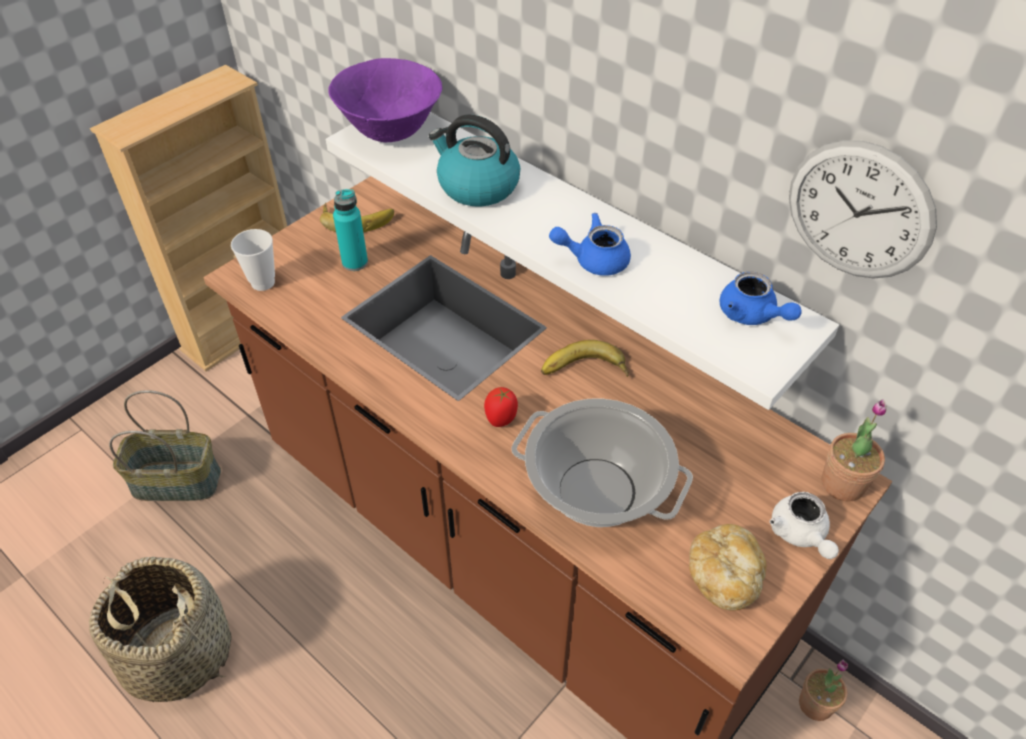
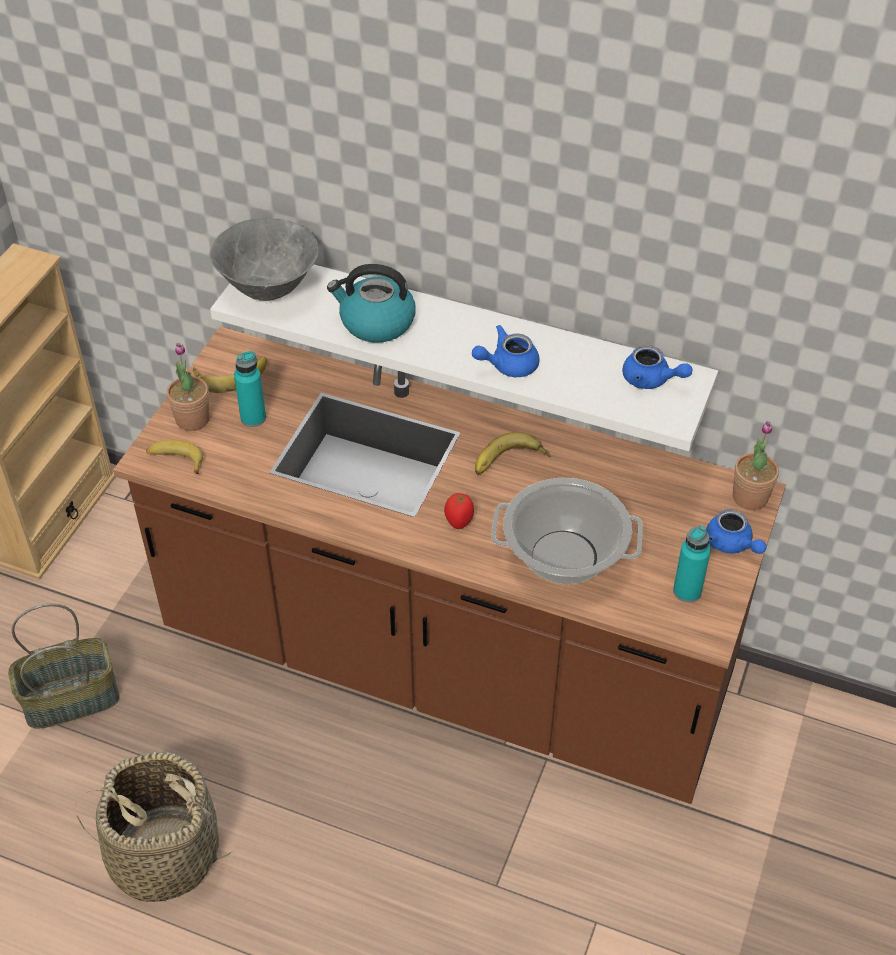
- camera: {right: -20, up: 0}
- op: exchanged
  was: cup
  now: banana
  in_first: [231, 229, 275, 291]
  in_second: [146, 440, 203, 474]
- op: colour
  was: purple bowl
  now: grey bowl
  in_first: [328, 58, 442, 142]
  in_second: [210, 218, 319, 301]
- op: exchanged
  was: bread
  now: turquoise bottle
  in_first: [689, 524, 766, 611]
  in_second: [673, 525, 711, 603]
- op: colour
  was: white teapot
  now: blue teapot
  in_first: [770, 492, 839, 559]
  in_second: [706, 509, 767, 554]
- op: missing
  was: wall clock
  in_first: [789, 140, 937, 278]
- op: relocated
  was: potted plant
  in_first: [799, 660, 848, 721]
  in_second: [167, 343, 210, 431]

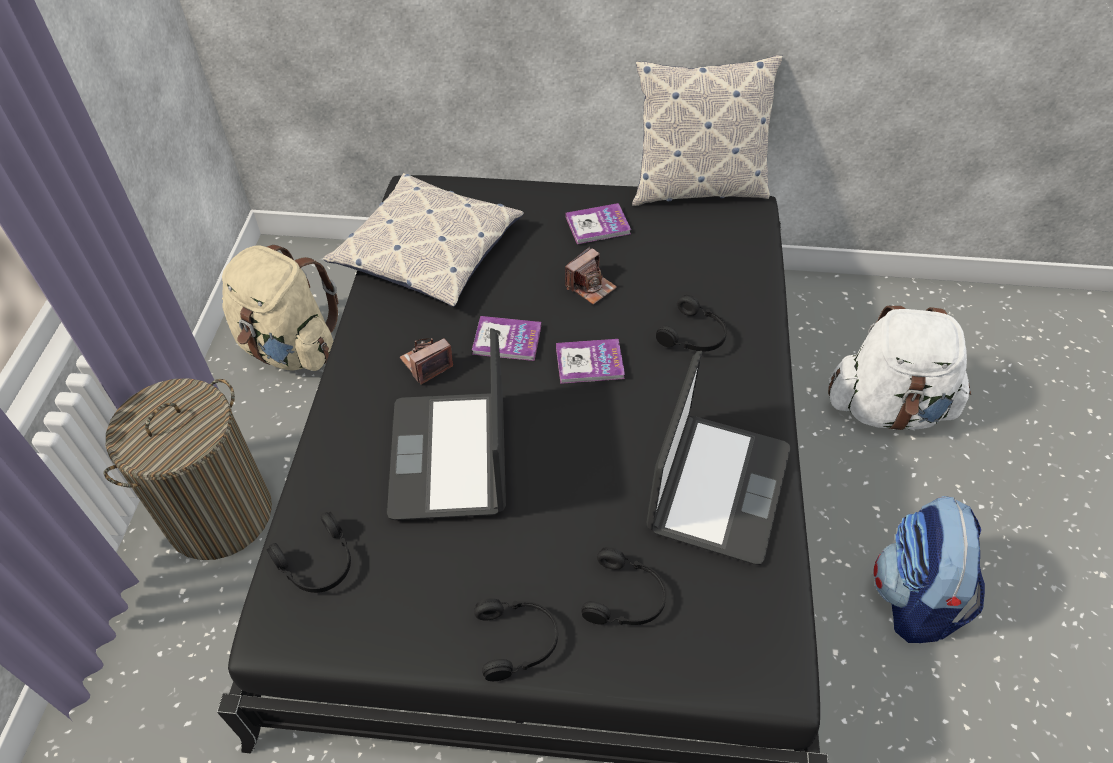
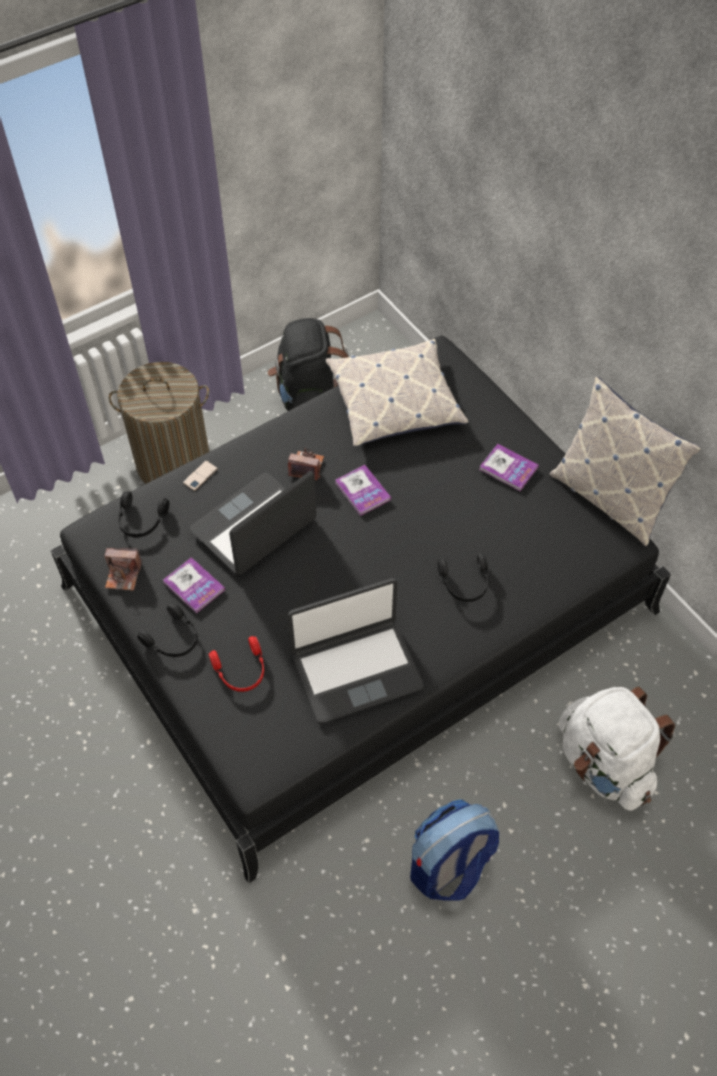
- camera: {right: 50, up: 5}
- op: colour
  was: beige backpack
  now: black backpack
  in_first: [222, 245, 338, 371]
  in_second: [267, 318, 349, 411]
- op: relocated
  was: book
  in_first: [556, 339, 625, 384]
  in_second: [163, 557, 225, 614]
- op: relocated
  was: photo camera
  in_first: [565, 247, 617, 304]
  in_second: [105, 548, 142, 591]
- op: colour
  was: black headphones
  now: red headphones
  in_first: [581, 547, 667, 625]
  in_second: [208, 636, 264, 692]
- op: appeared
  now: phone
  in_second: [183, 460, 218, 491]

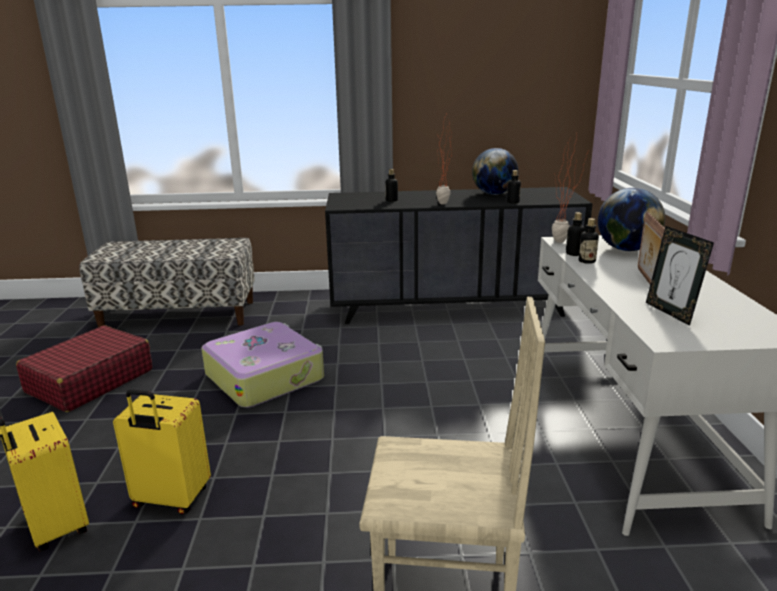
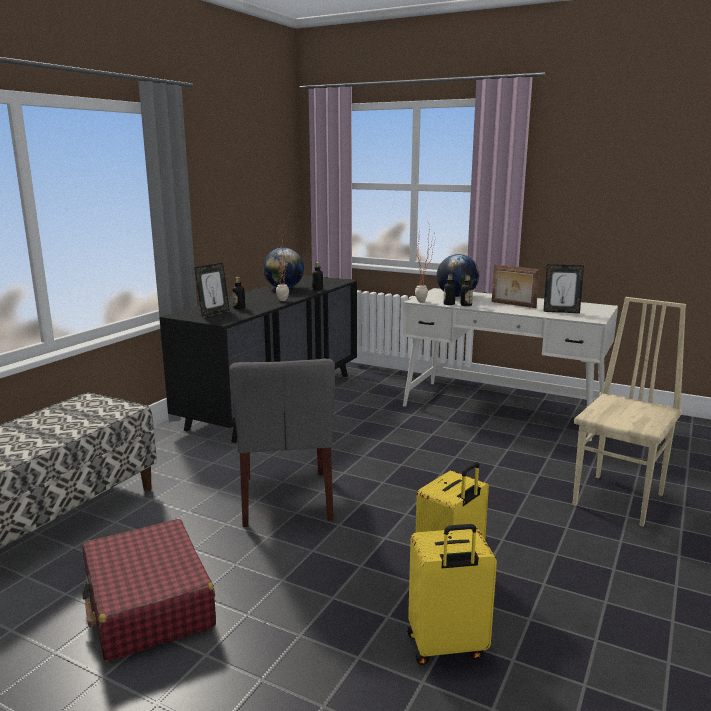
- camera: {right: -60, up: -5}
- op: exchanged
  was: suitcase
  now: grey chair
  in_first: [201, 322, 324, 408]
  in_second: [229, 359, 335, 527]
- op: appeared
  now: picture frame
  in_second: [194, 263, 230, 317]

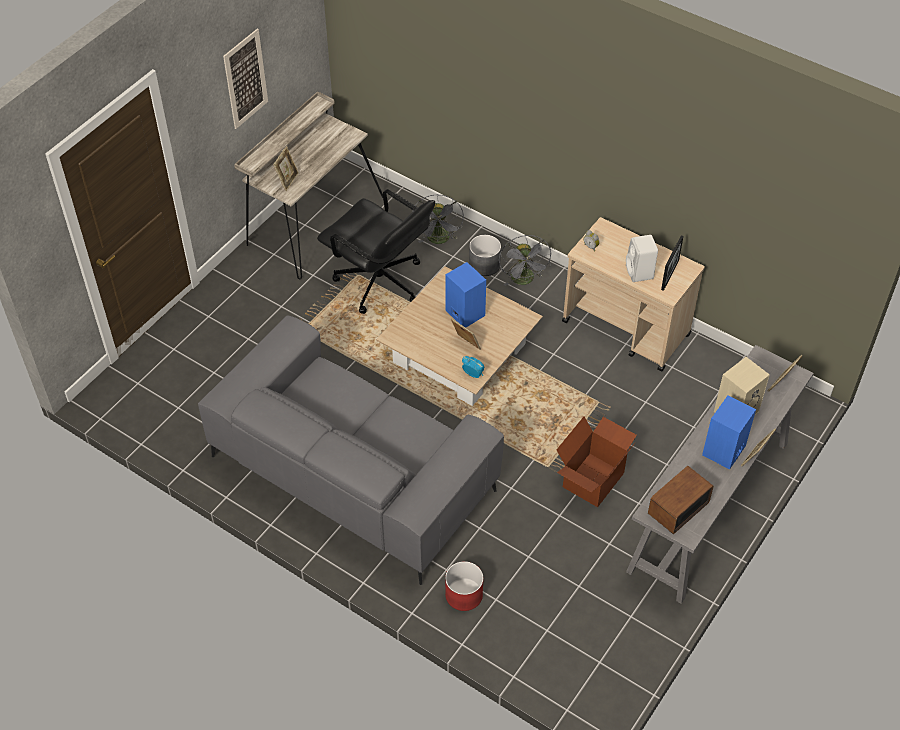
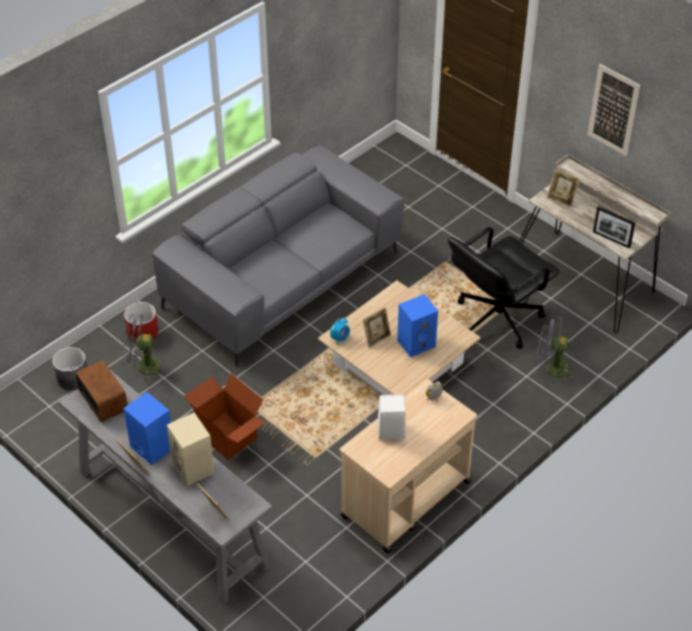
- camera: {right: 100, up: -5}
- op: relocated
  was: grey planter
  in_first: [469, 235, 501, 276]
  in_second: [52, 347, 87, 390]
- op: relocated
  was: grey fan
  in_first: [499, 235, 552, 286]
  in_second: [123, 315, 167, 381]
- op: relocated
  was: picture frame
  in_first: [661, 235, 683, 291]
  in_second: [593, 206, 636, 248]

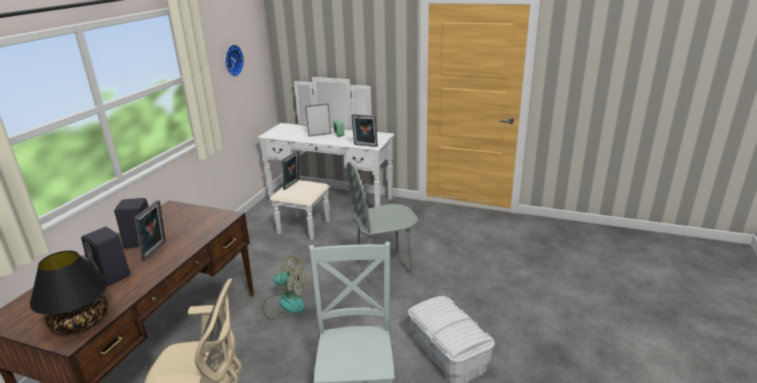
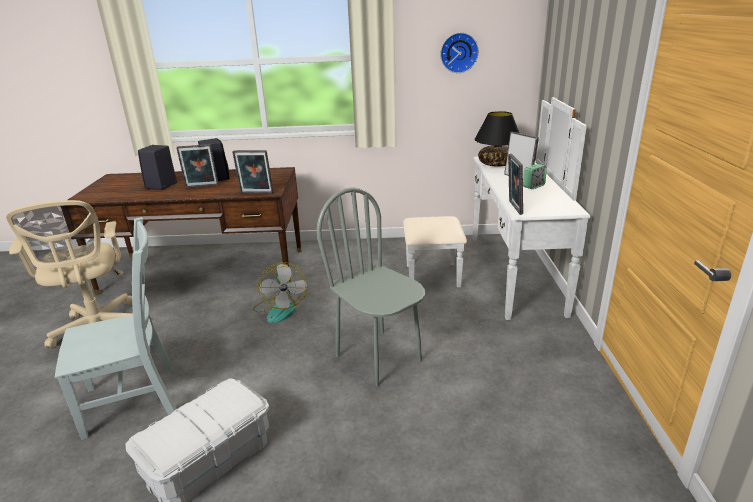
- camera: {right: 70, up: 0}
- op: relocated
  was: black table lamp
  in_first: [30, 251, 108, 334]
  in_second: [475, 111, 519, 167]
- op: relocated
  was: picture frame
  in_first: [282, 151, 299, 190]
  in_second: [232, 150, 274, 194]

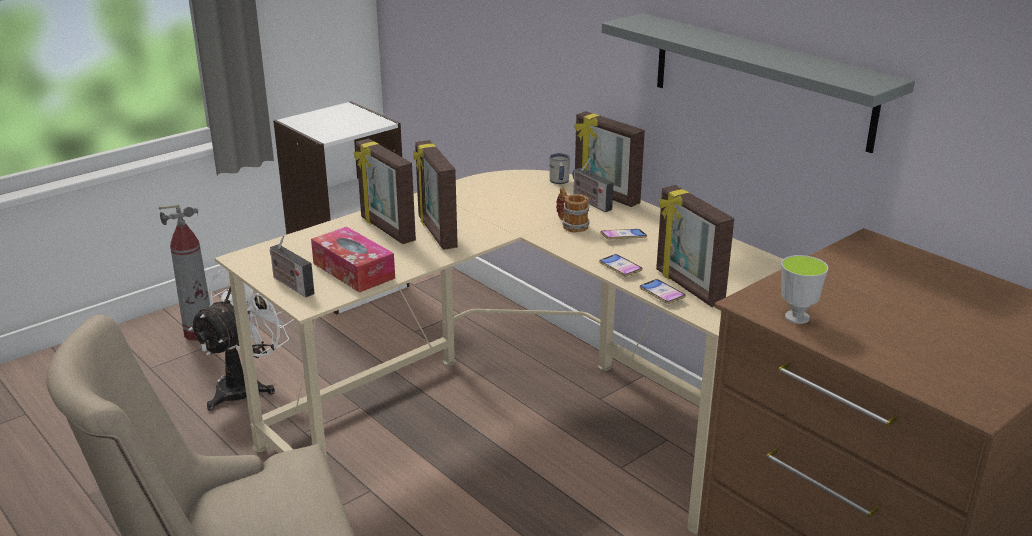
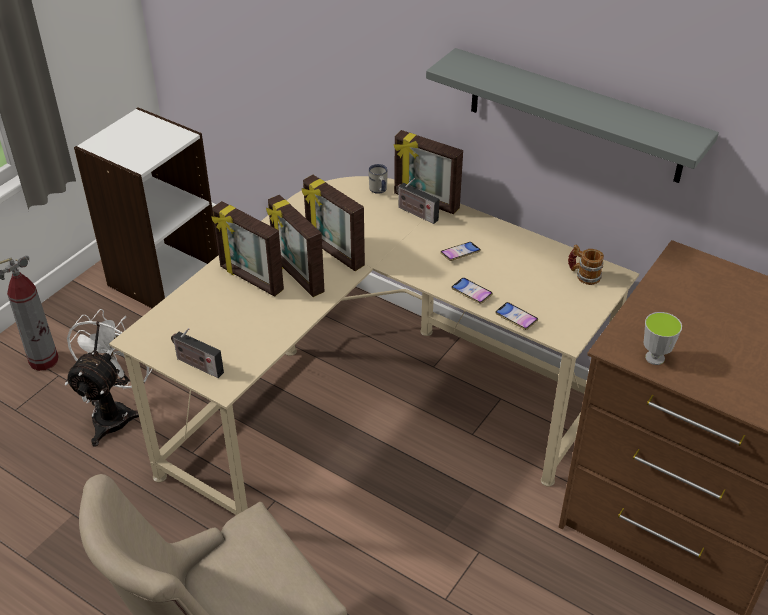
- camera: {right: -15, up: 15}
- op: missing
  was: tissue box
  in_first: [311, 227, 395, 293]
- op: relocated
  was: mug
  in_first: [556, 187, 589, 232]
  in_second: [568, 244, 604, 285]
- op: relocated
  was: picture frame
  in_first: [656, 185, 734, 307]
  in_second: [302, 175, 365, 271]

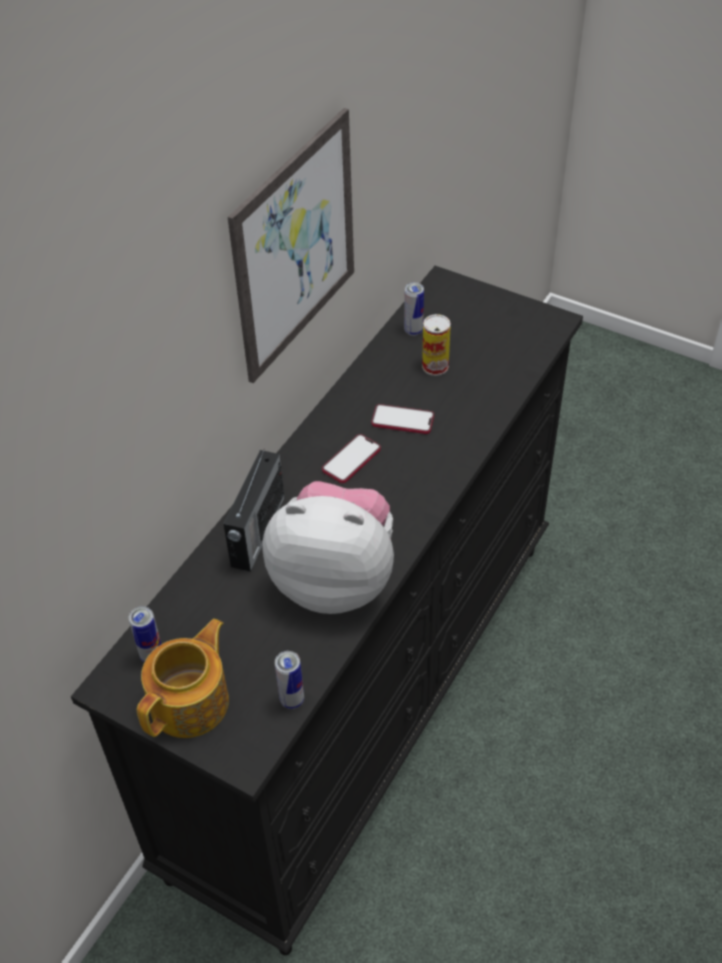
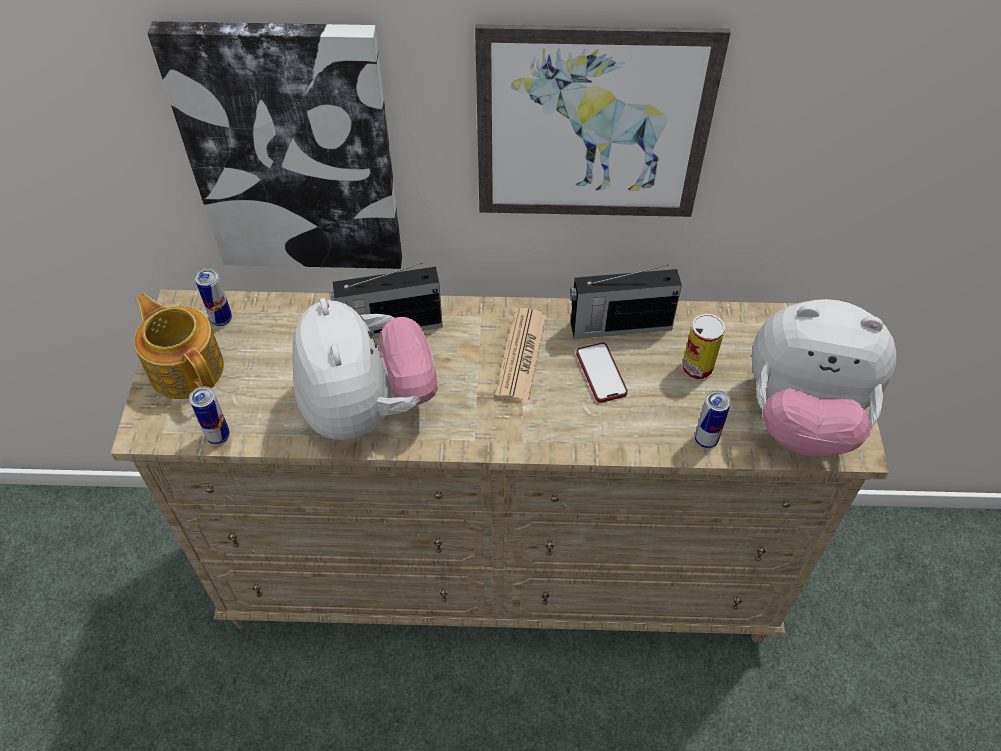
- camera: {right: 60, up: 5}
- op: colour
  was: black dresser
  now: beige dresser
  in_first: [71, 266, 583, 955]
  in_second: [111, 290, 889, 643]
- op: spun
  was: teapot
  in_first: [137, 619, 229, 738]
  in_second: [134, 293, 224, 399]
  clockwise: -135
- op: exchanged
  was: phone
  now: newspaper
  in_first: [322, 434, 381, 483]
  in_second: [495, 308, 547, 403]
- op: relocated
  was: can
  in_first: [404, 282, 424, 336]
  in_second: [695, 390, 731, 448]
- op: appeared
  now: picture
  in_second: [147, 21, 402, 269]
- op: appeared
  now: radio
  in_second: [570, 265, 682, 339]
- op: appeared
  now: plush toy
  in_second: [752, 299, 896, 456]

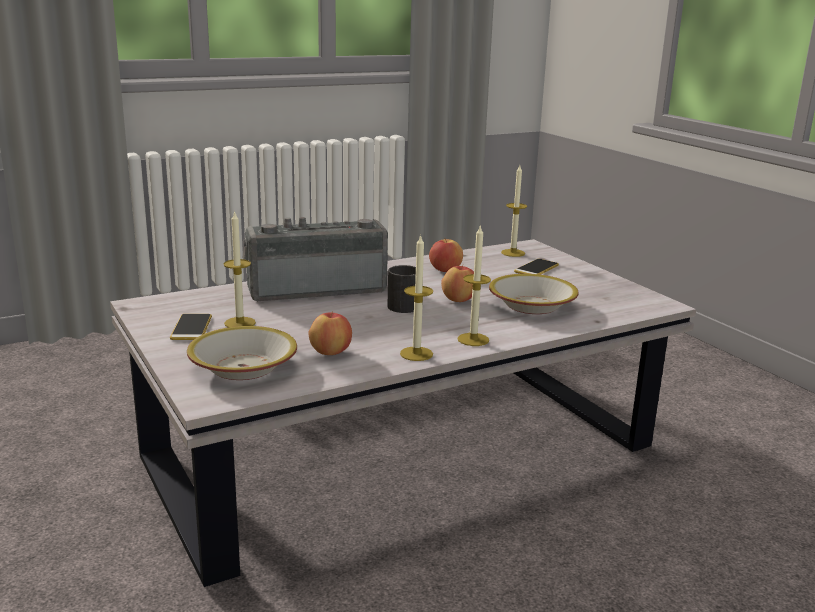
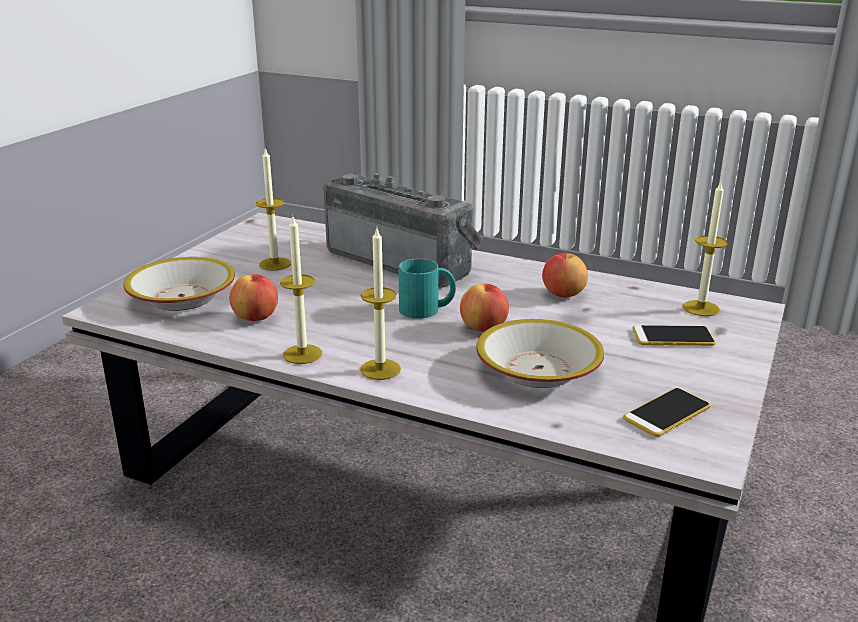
- camera: {right: 55, up: 5}
- op: relocated
  was: phone
  in_first: [170, 314, 212, 340]
  in_second: [623, 388, 711, 437]
- op: colour
  was: black mug
  now: turquoise mug
  in_first: [387, 265, 416, 313]
  in_second: [398, 258, 456, 319]

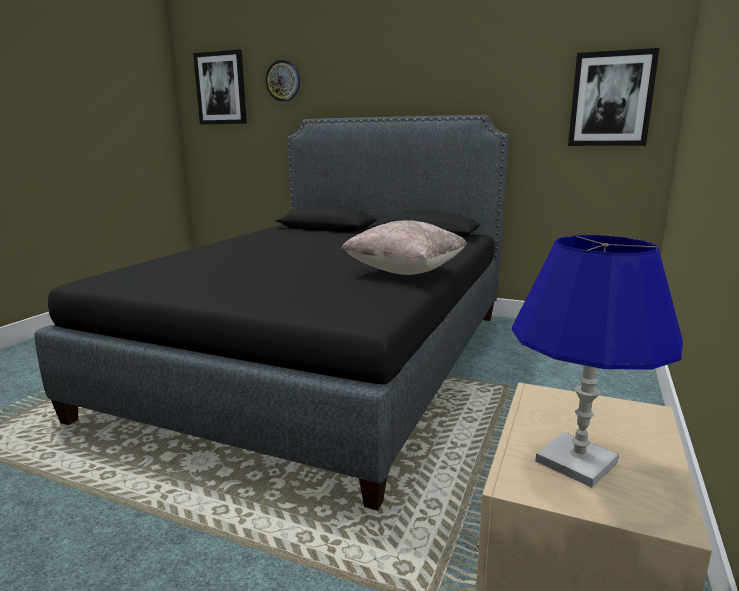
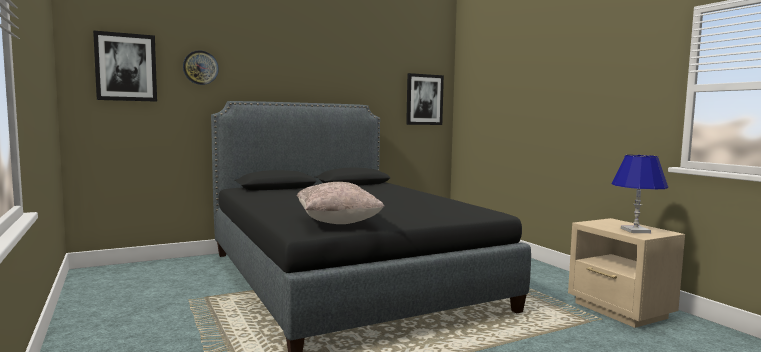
- camera: {right: -50, up: -10}
- op: relocated
  was: beige pillow
  in_first: [341, 220, 467, 275]
  in_second: [297, 182, 384, 224]

